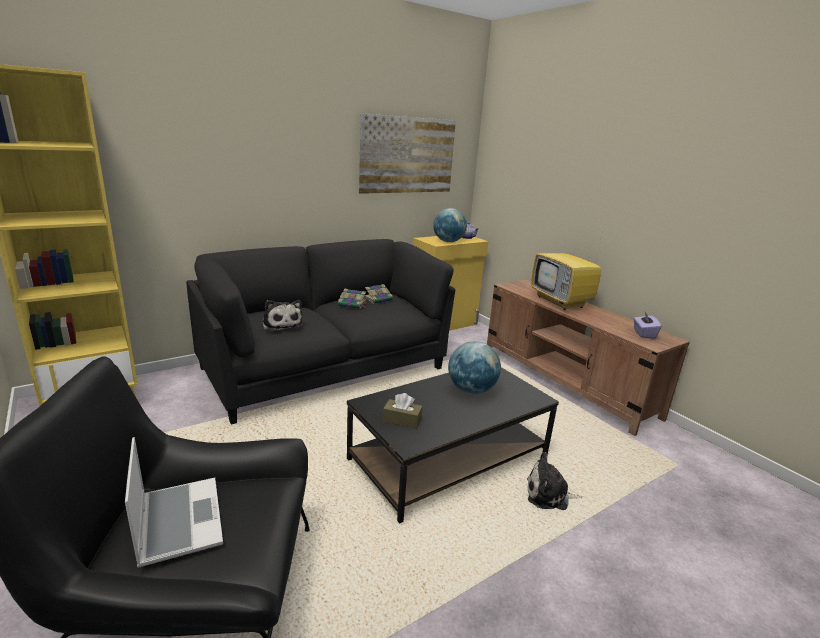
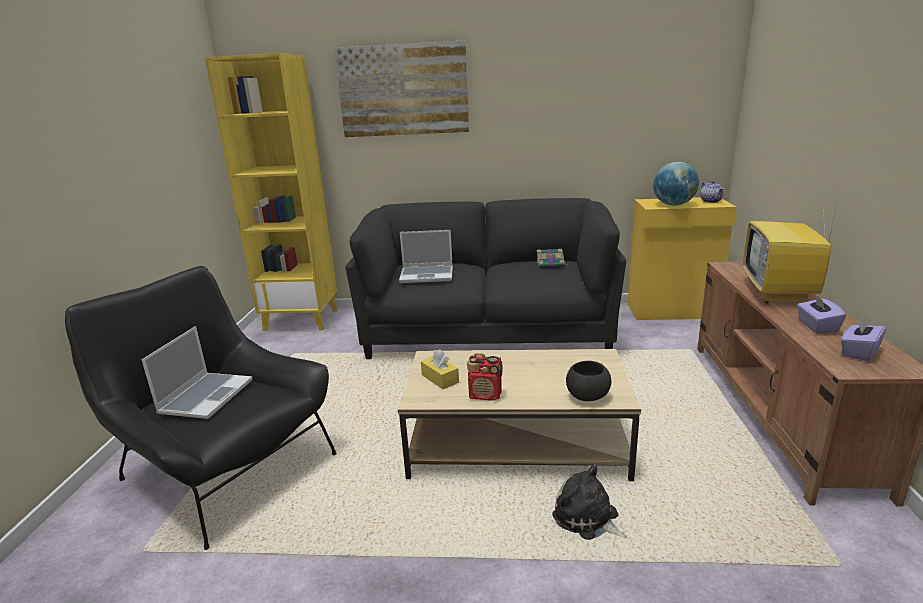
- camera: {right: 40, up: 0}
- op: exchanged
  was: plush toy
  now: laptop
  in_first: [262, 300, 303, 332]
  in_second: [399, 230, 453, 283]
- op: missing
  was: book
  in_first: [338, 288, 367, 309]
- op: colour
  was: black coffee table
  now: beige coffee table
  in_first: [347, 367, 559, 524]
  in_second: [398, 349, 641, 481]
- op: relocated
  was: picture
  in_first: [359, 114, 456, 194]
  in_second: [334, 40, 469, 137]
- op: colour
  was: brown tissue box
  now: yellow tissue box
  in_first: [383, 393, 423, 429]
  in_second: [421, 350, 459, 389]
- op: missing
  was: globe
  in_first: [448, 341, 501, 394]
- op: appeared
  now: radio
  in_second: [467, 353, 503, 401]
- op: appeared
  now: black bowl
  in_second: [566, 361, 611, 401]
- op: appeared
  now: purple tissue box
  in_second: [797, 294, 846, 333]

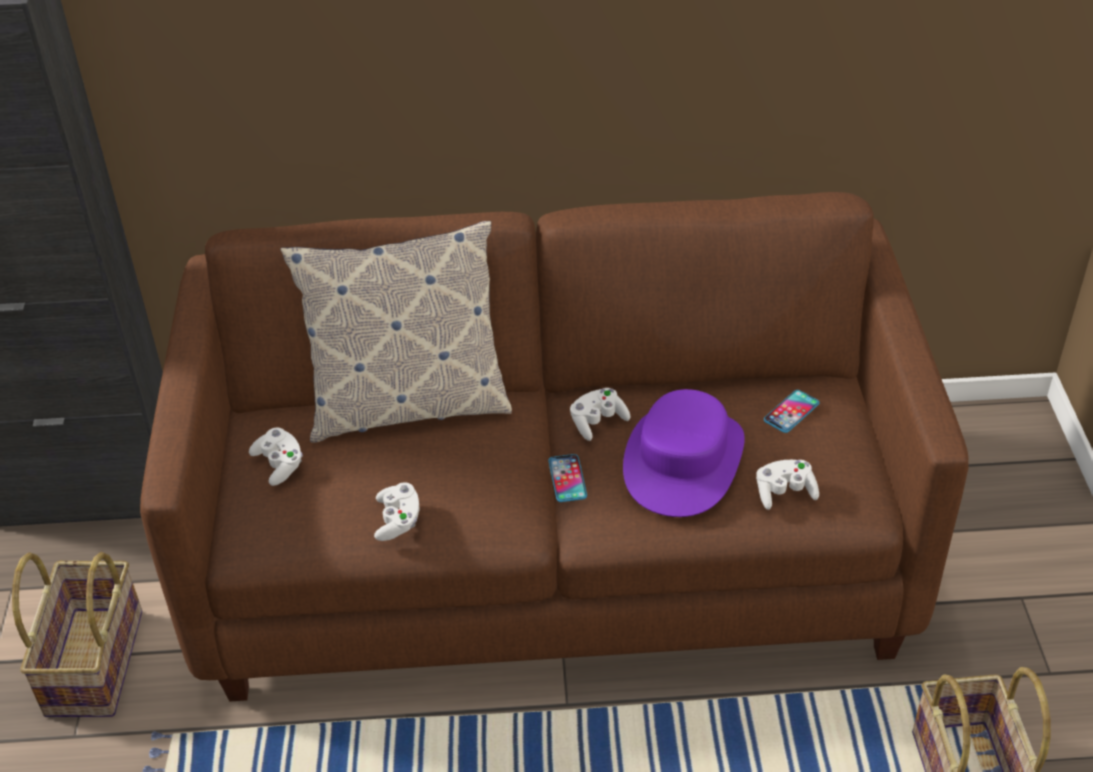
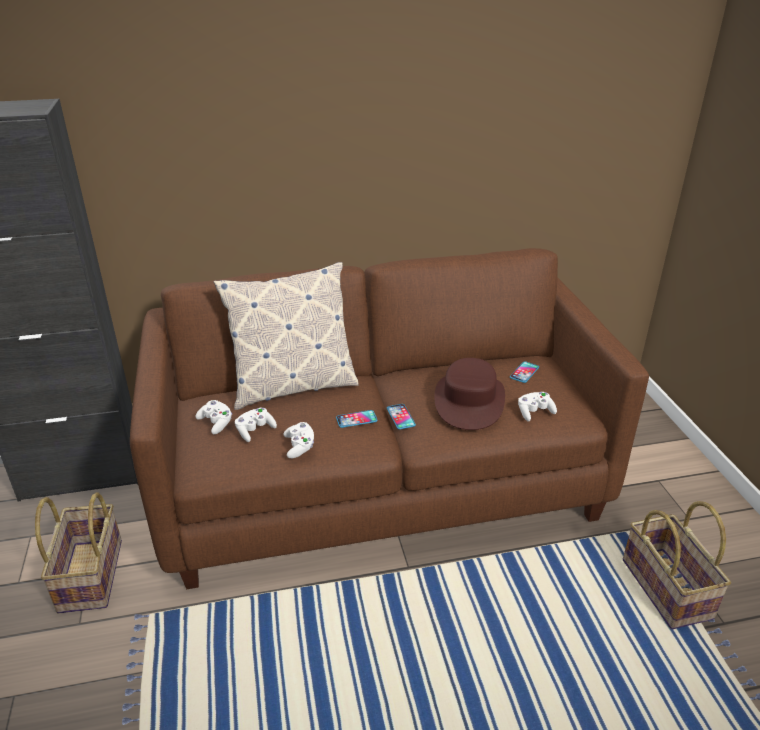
- camera: {right: -10, up: -10}
- op: relocated
  was: white game controller
  in_first: [570, 388, 630, 441]
  in_second: [235, 408, 277, 442]
- op: colour
  was: purple hat
  now: brown hat
  in_first: [623, 389, 745, 517]
  in_second: [434, 358, 505, 430]
- op: appeared
  now: phone
  in_second: [336, 410, 378, 428]

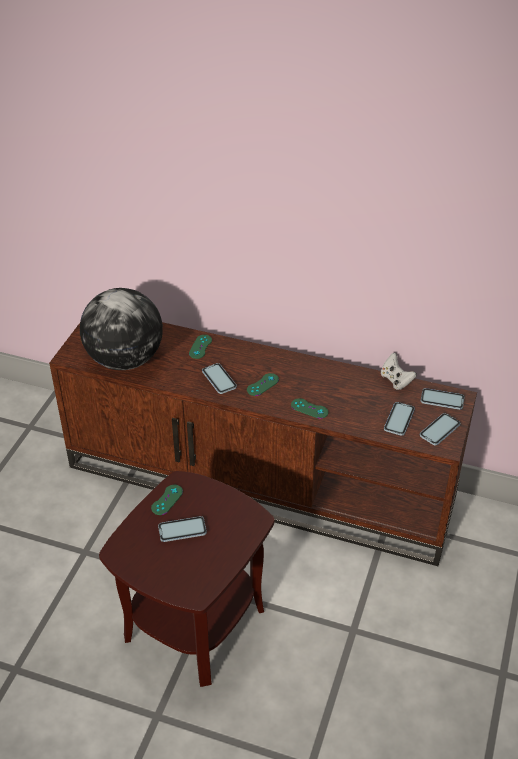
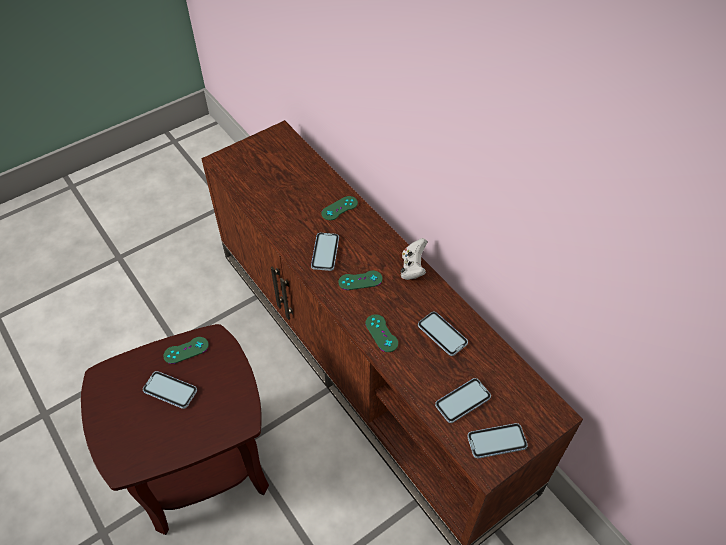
- camera: {right: 35, up: 10}
- op: missing
  was: globe
  in_first: [80, 288, 163, 370]
- op: relocated
  was: white game controller
  in_first: [381, 353, 417, 390]
  in_second: [400, 238, 427, 280]
- op: relocated
  was: phone
  in_first: [421, 388, 464, 410]
  in_second: [418, 311, 468, 356]

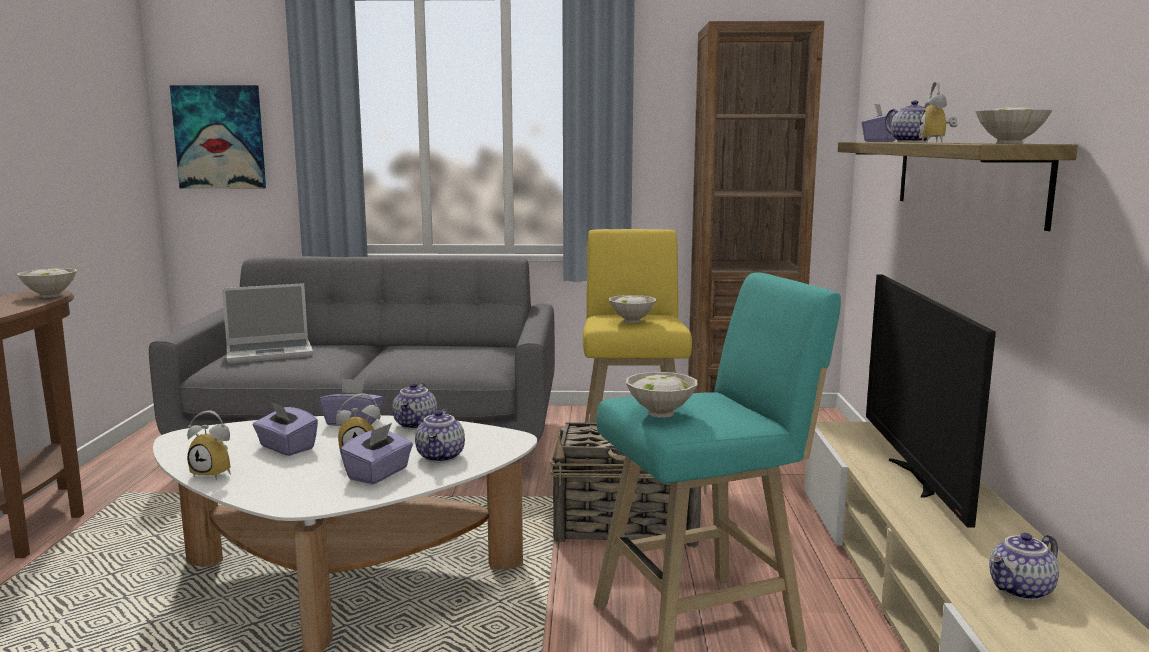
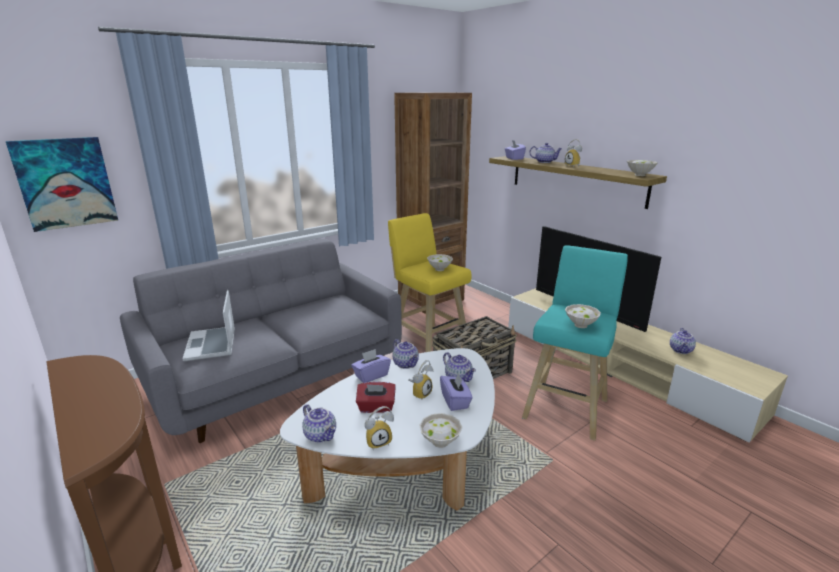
- camera: {right: -40, up: 10}
- op: relocated
  was: white bowl
  in_first: [17, 268, 77, 298]
  in_second: [419, 413, 463, 448]
- op: spun
  was: laptop
  in_first: [222, 283, 313, 363]
  in_second: [182, 290, 235, 361]
  clockwise: 135
- op: colour
  was: purple tissue box
  now: red tissue box
  in_first: [253, 402, 318, 456]
  in_second: [356, 382, 396, 413]
- op: appeared
  now: teapot
  in_second: [302, 404, 336, 443]

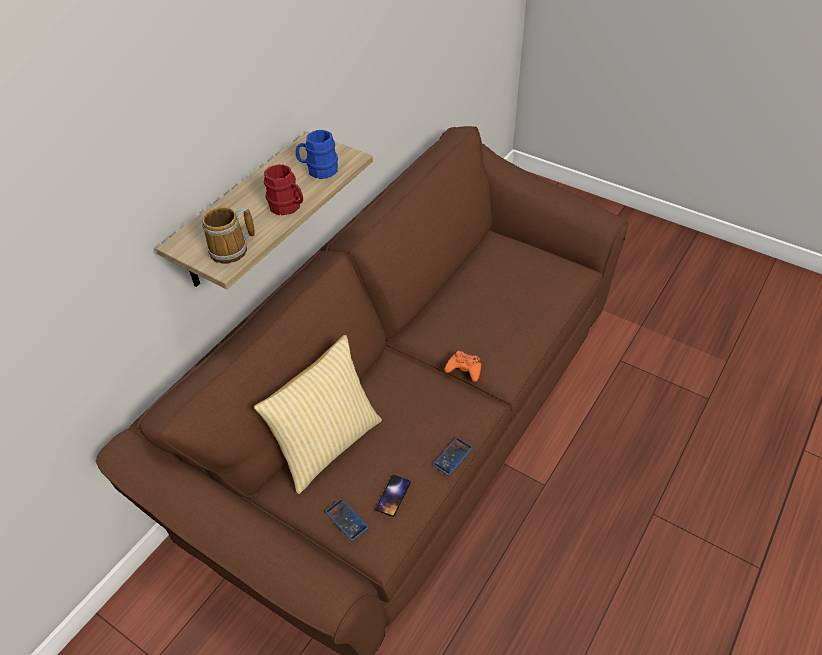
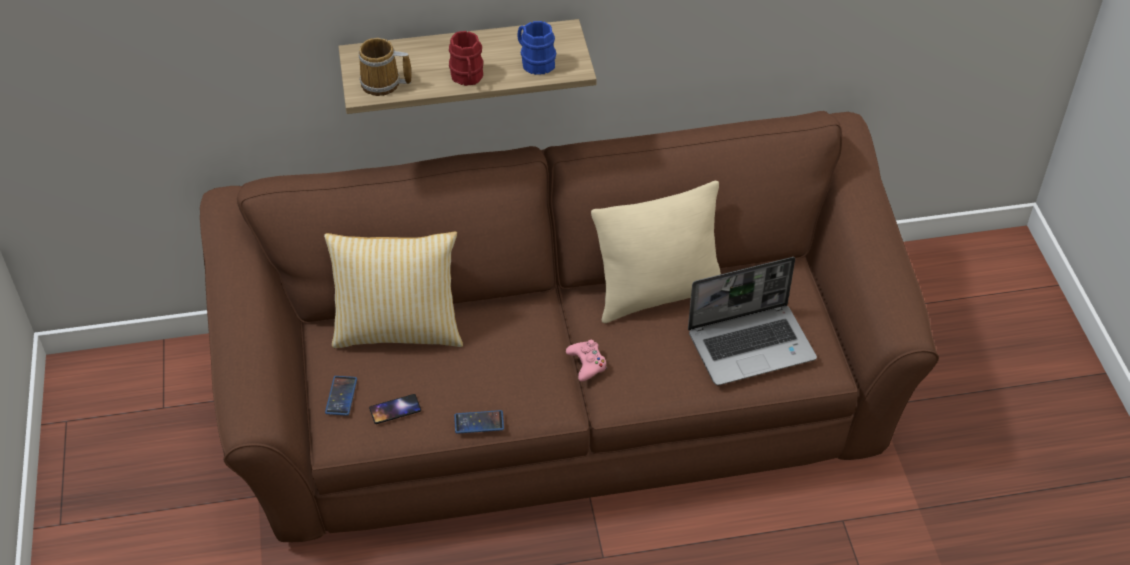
- camera: {right: 45, up: 0}
- op: colour
  was: orange game controller
  now: pink game controller
  in_first: [445, 351, 481, 382]
  in_second: [566, 340, 607, 382]
- op: appeared
  now: beige pillow
  in_second: [591, 181, 721, 323]
- op: appeared
  now: laptop
  in_second: [688, 257, 817, 385]

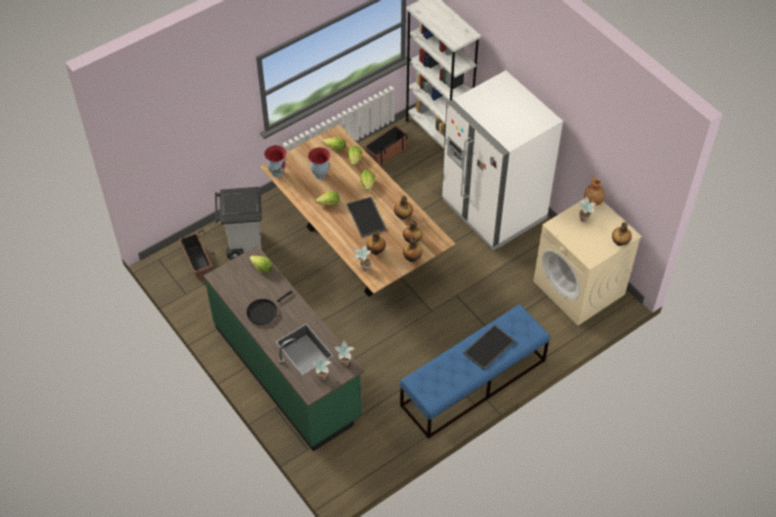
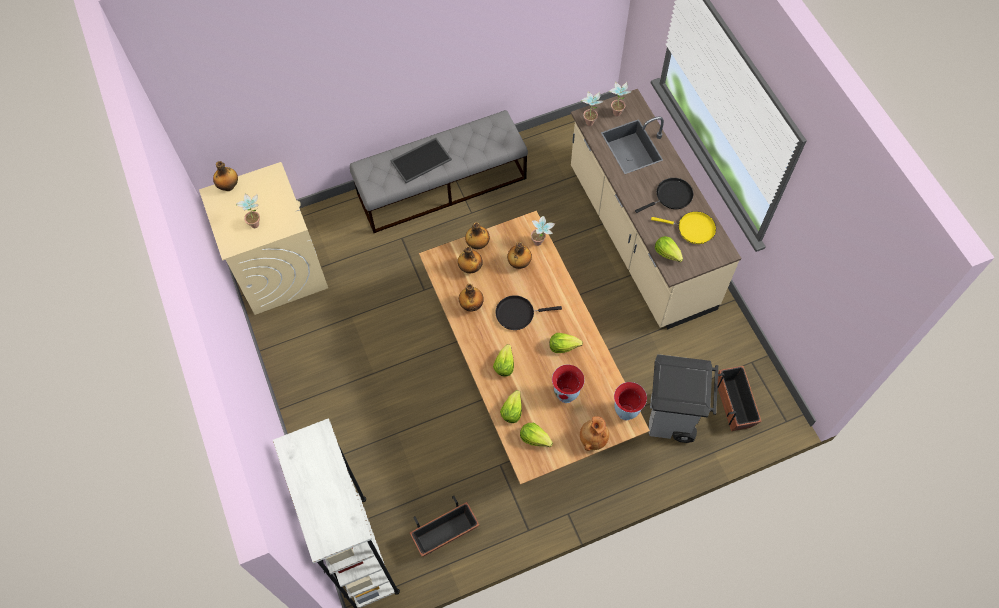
- camera: {right: -165, up: 10}
- op: colour
  was: green counter
  now: beige counter
  in_first: [204, 245, 364, 452]
  in_second: [571, 89, 741, 329]
- op: exchanged
  was: tray
  now: black frying pan
  in_first: [347, 197, 387, 237]
  in_second: [495, 295, 562, 330]
- op: colour
  was: blue bench
  now: grey bench
  in_first: [400, 305, 550, 439]
  in_second: [350, 110, 528, 233]
- op: missing
  was: white fridge
  in_first: [442, 70, 563, 250]
- op: relocated
  was: brown vase
  in_first: [584, 177, 605, 206]
  in_second: [580, 416, 609, 451]
- op: appeared
  now: yellow frying pan
  in_second: [651, 211, 716, 244]

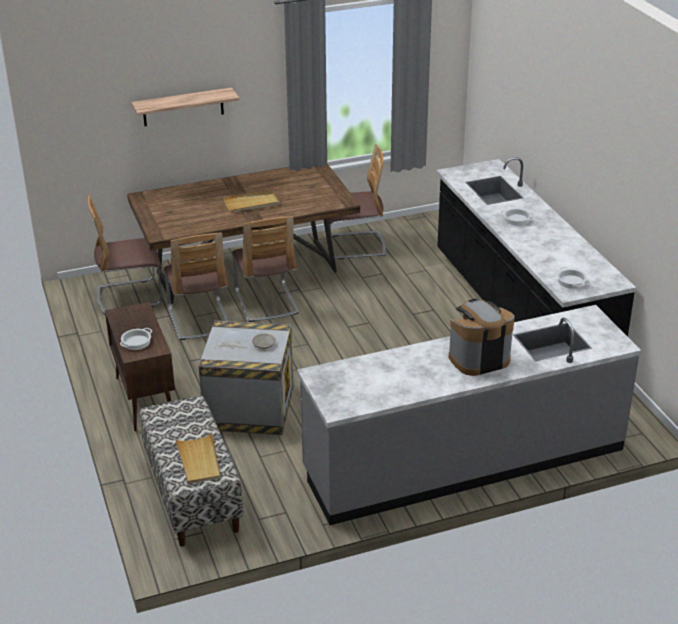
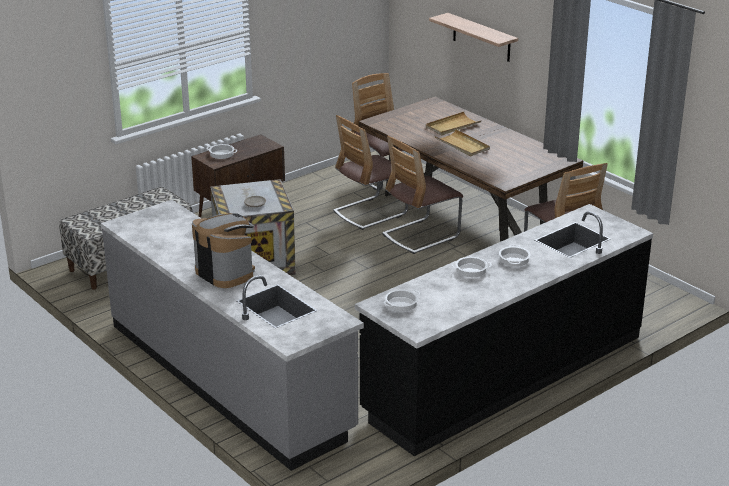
- camera: {right: 70, up: -5}
- op: relocated
  was: beige tray
  in_first: [175, 432, 221, 484]
  in_second: [426, 112, 482, 135]
- op: appeared
  now: cooking pot
  in_second: [451, 257, 492, 277]

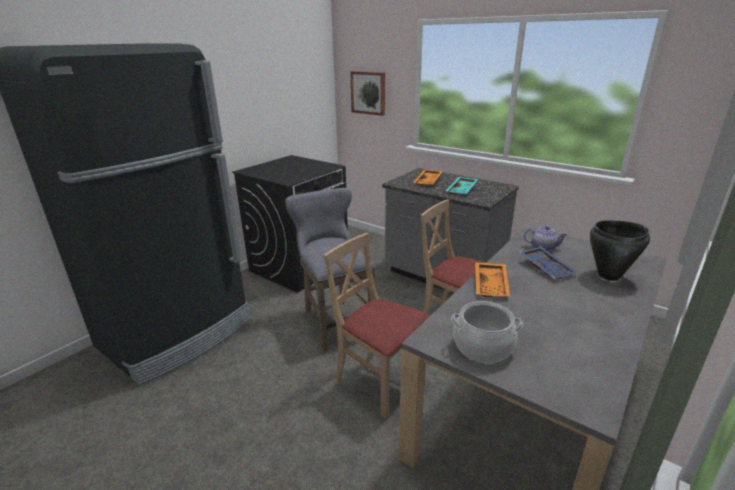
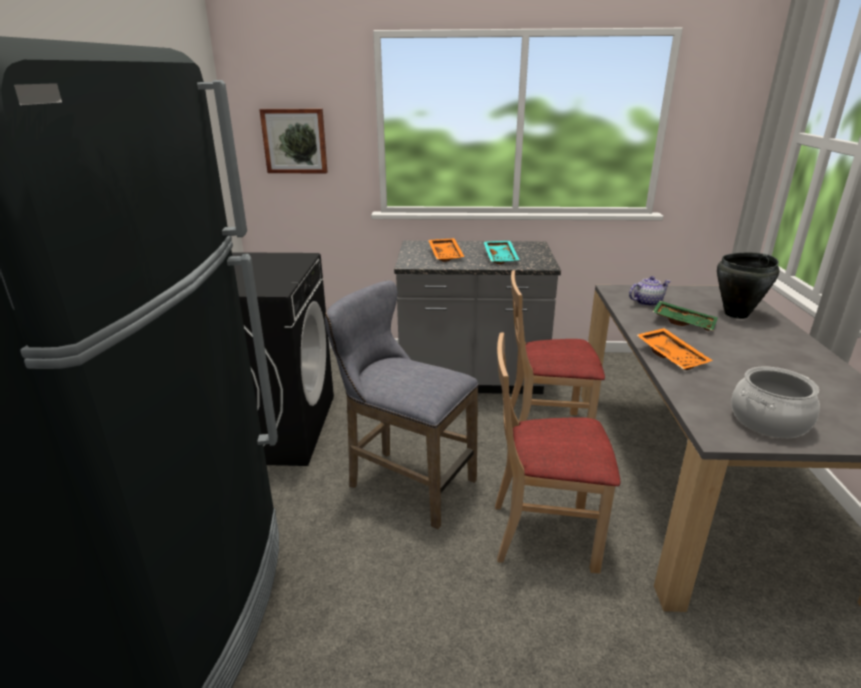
- camera: {right: -35, up: 0}
- op: colour
  was: blue tray
  now: green tray
  in_first: [520, 246, 577, 279]
  in_second: [653, 300, 718, 331]

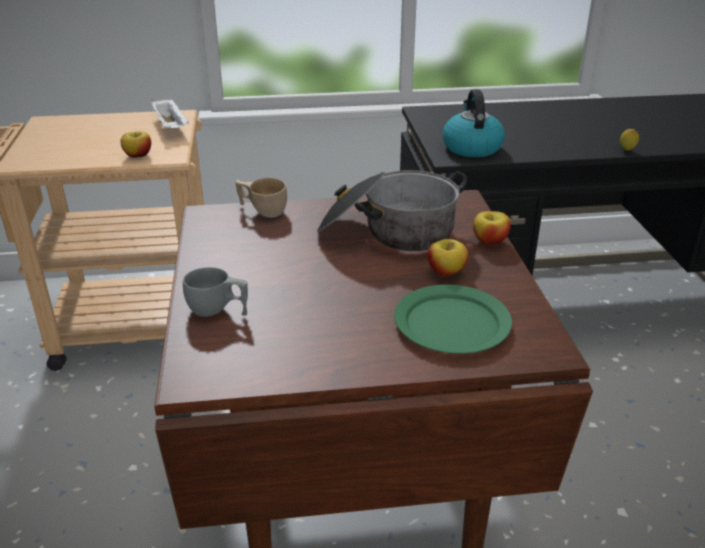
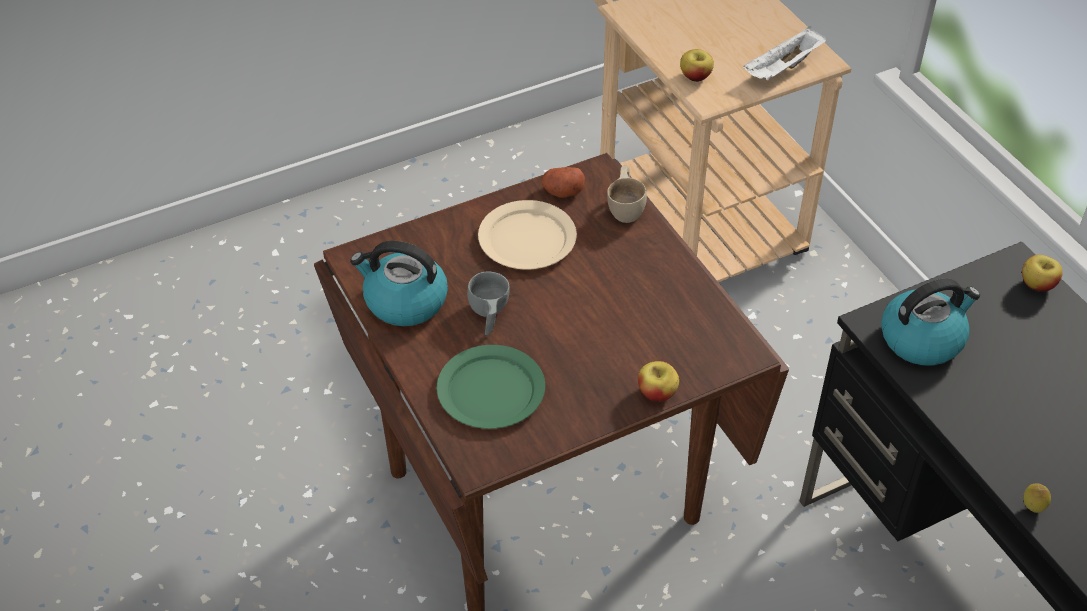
- camera: {right: 70, up: 15}
- op: relocated
  was: grey cup
  in_first: [183, 267, 248, 317]
  in_second: [467, 271, 510, 335]
- op: missing
  was: cooking pot
  in_first: [317, 170, 467, 251]
- op: relocated
  was: apple
  in_first: [428, 239, 468, 277]
  in_second: [1022, 255, 1063, 292]
- op: appeared
  now: kettle
  in_second: [350, 241, 448, 326]
- op: appeared
  now: beige plate
  in_second: [478, 200, 577, 269]
- op: appeared
  now: potato
  in_second: [542, 167, 585, 198]

